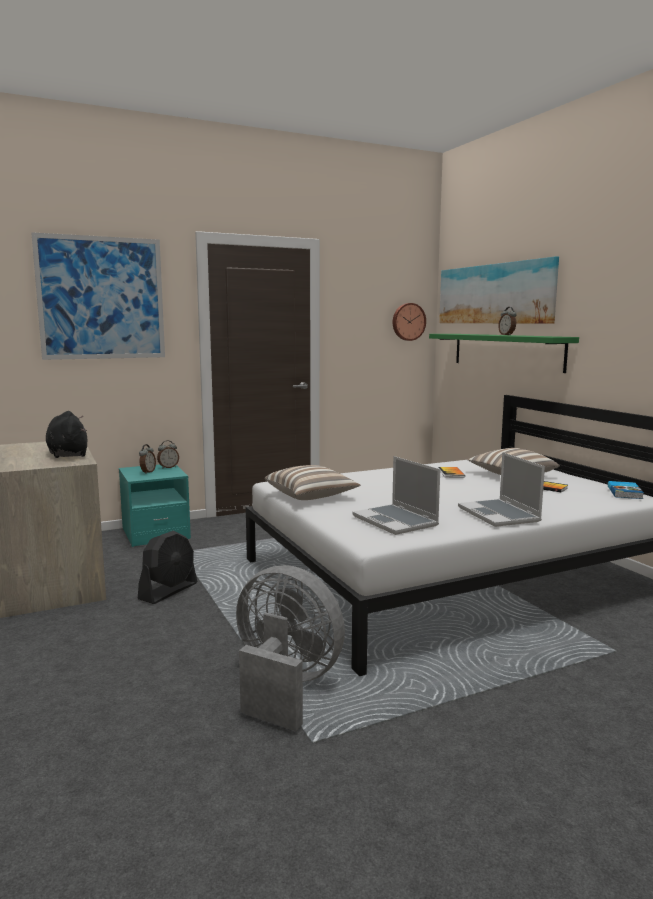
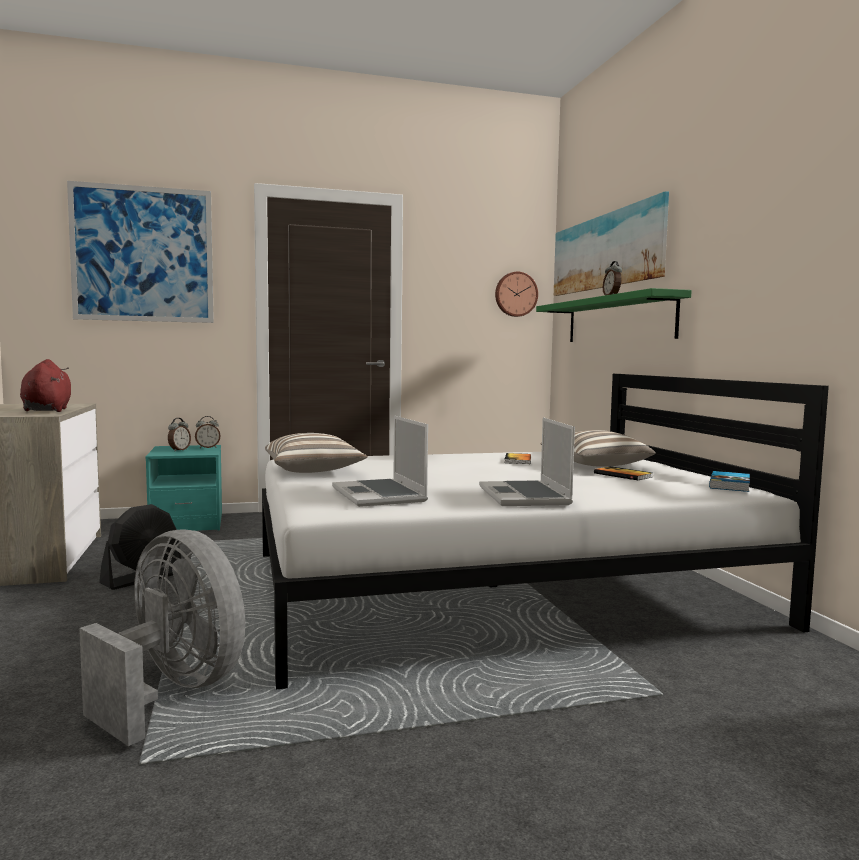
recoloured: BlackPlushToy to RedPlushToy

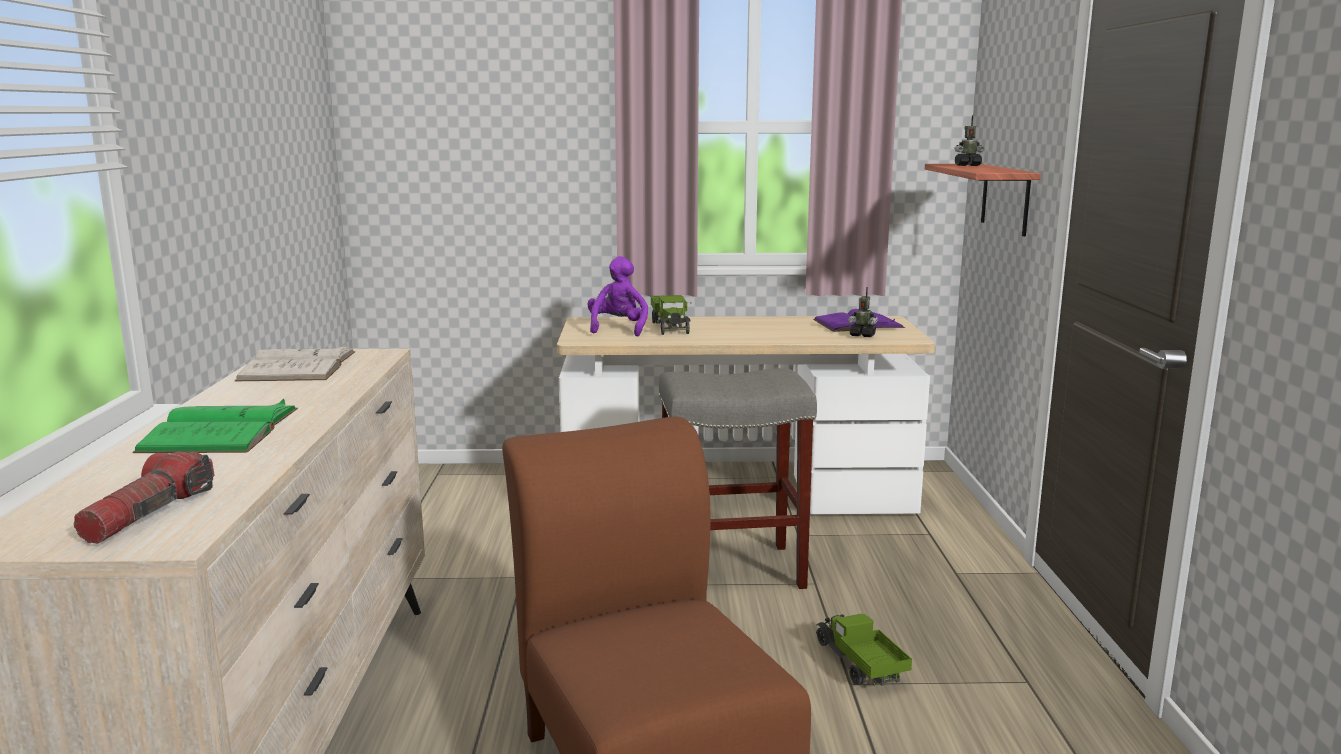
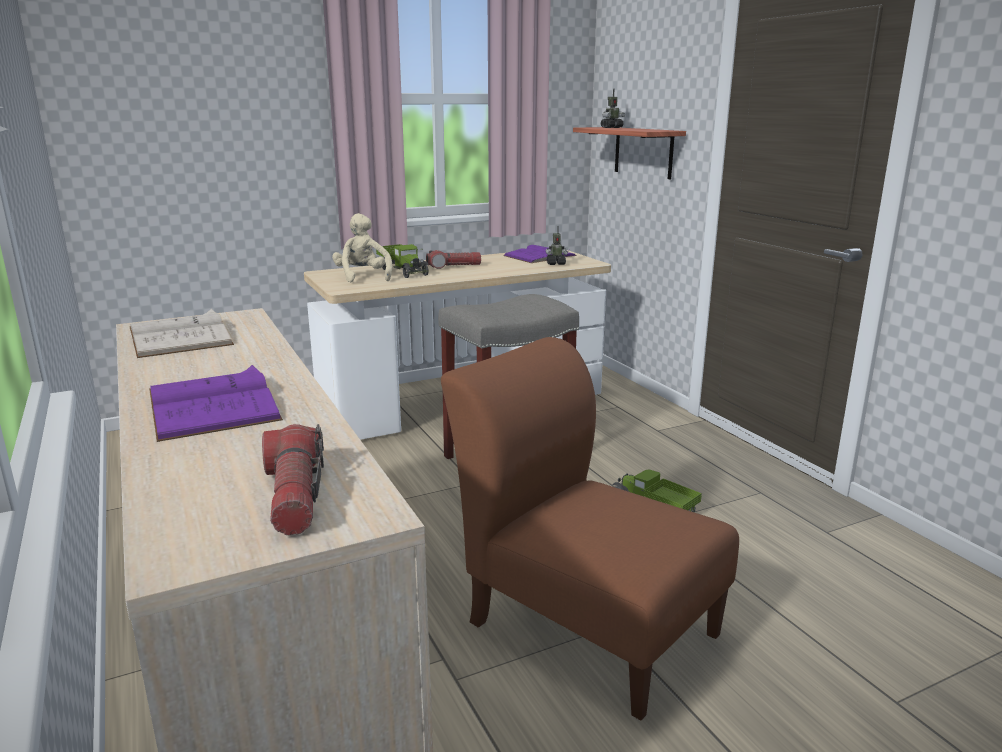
added: Flashlight (2nd from left)
recoloured: GreenBook to PurpleBook (1st from left); PurplePlushToy to BeigePlushToy

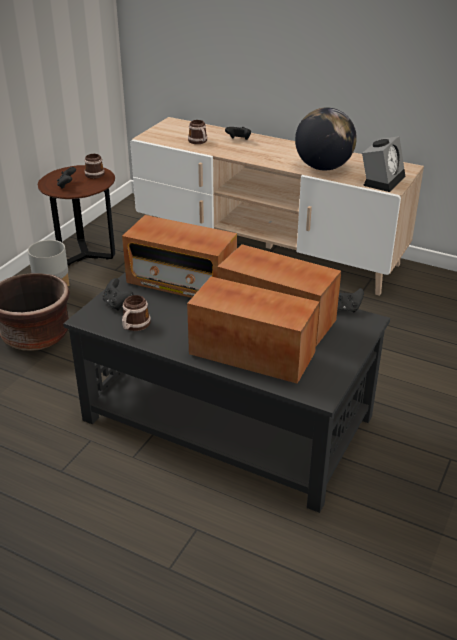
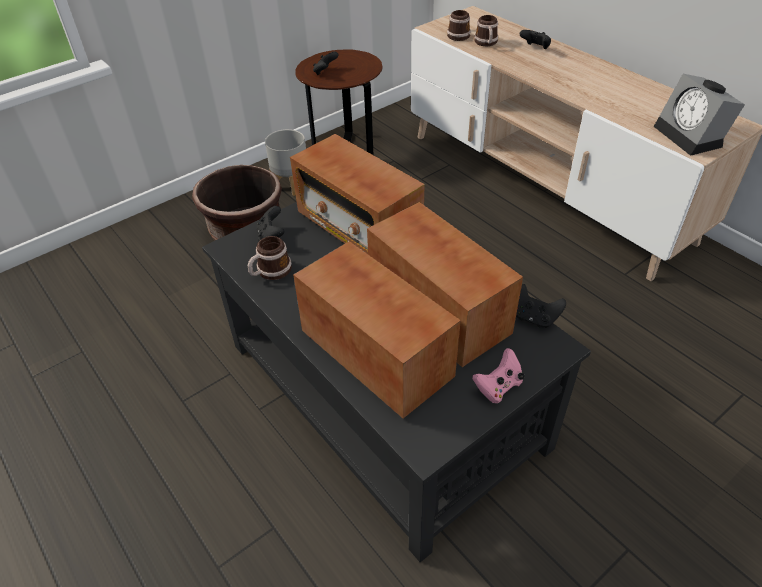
removed: Globe
added: PinkGameController
moved: Mug (1st from left in the first image) to Mug (2nd from left)
turned: AlarmClock 105 degrees clockwise

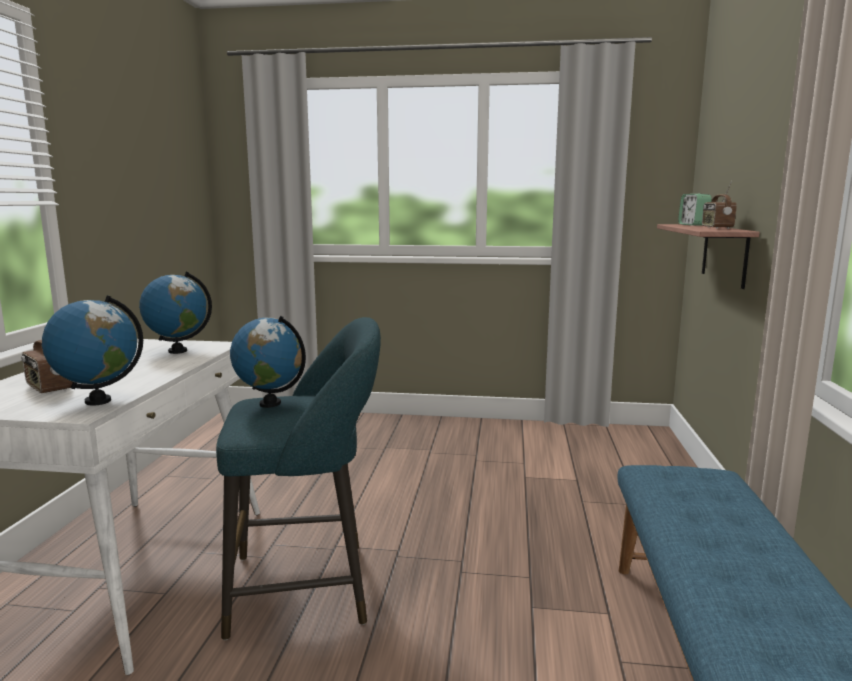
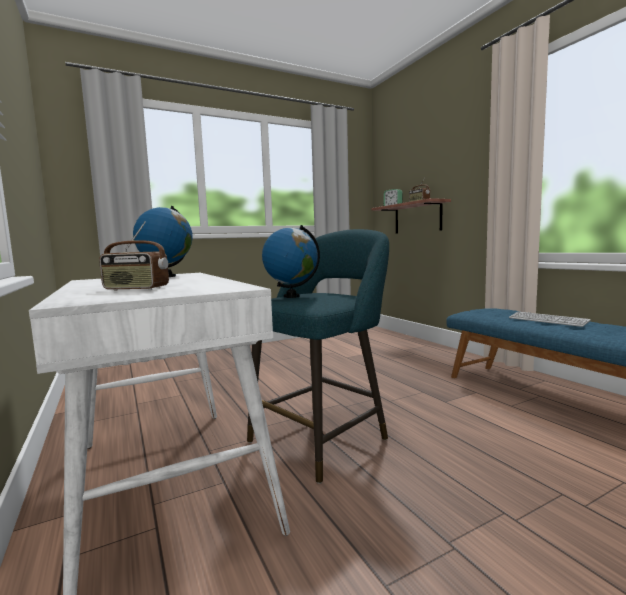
removed: Globe (1st from left)
added: Keyboard

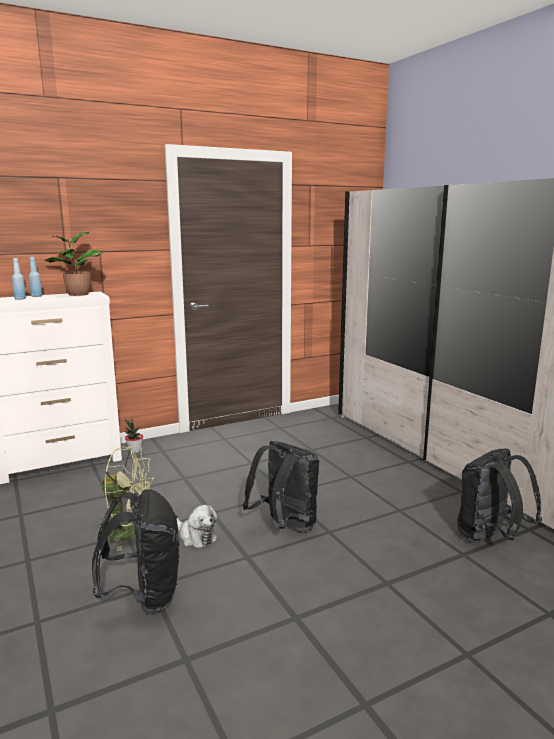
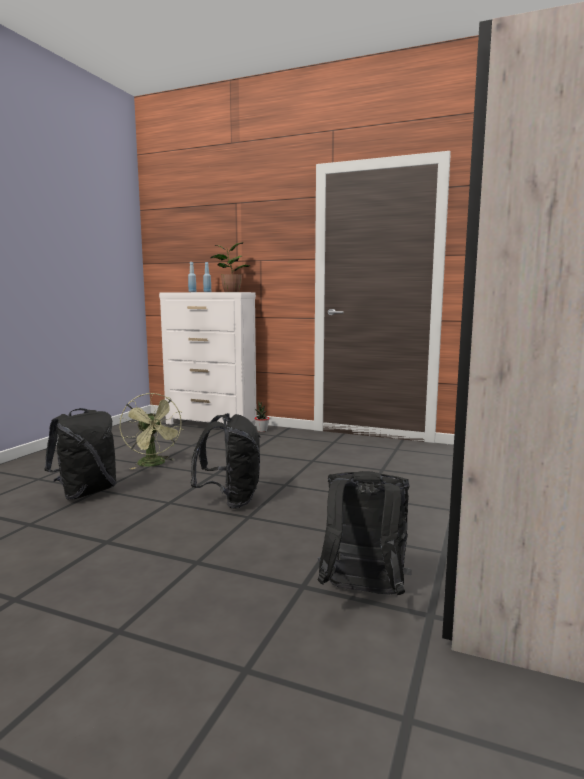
removed: PlushToy

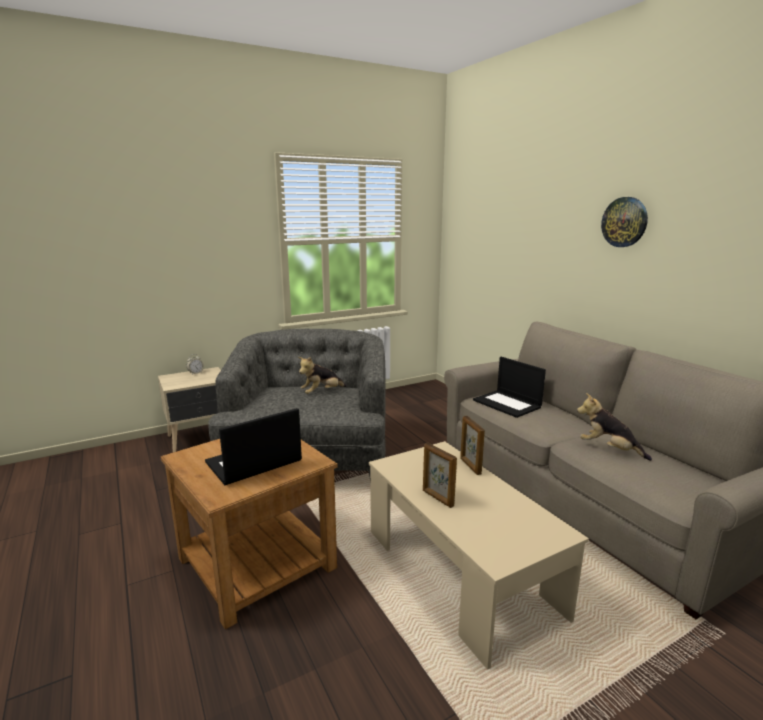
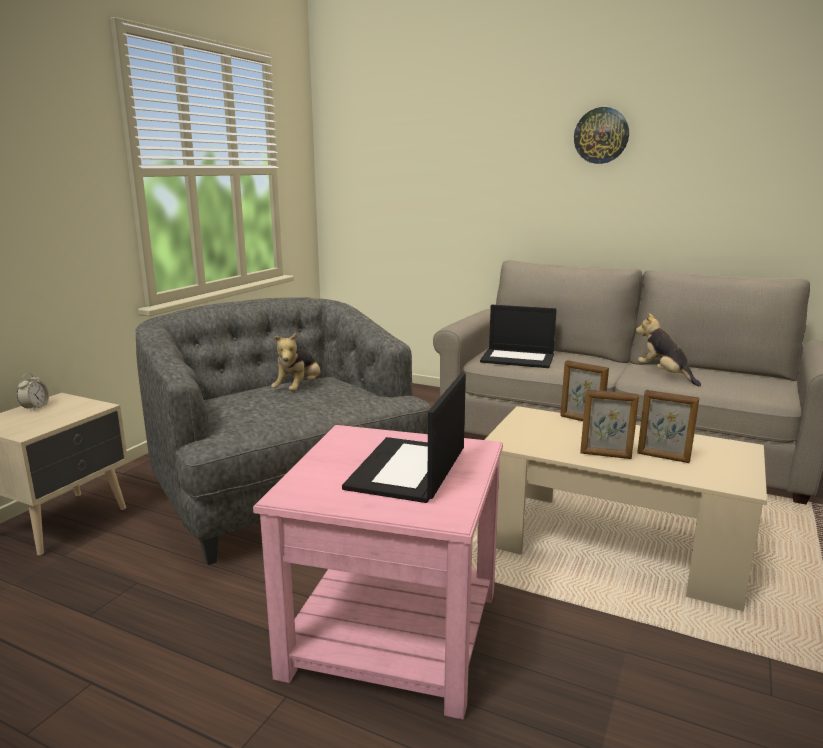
added: PictureFrame (3rd from left)
recoloured: BrownSideTable to PinkSideTable
turned: PlushToy (2nd from left) 60 degrees clockwise

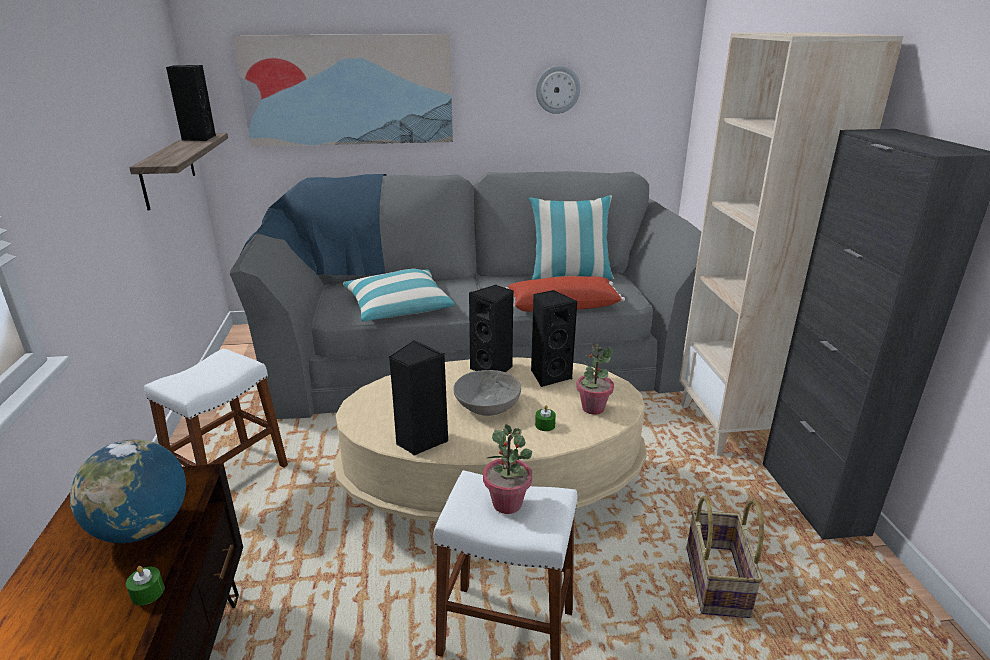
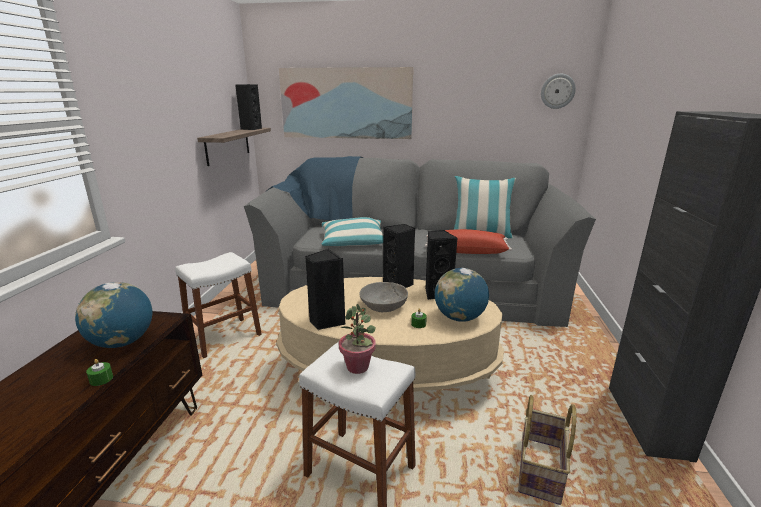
removed: BeigeBookcase
moved: WallClock
replaced: PottedPlant (2nd from left) to Globe (2nd from left)

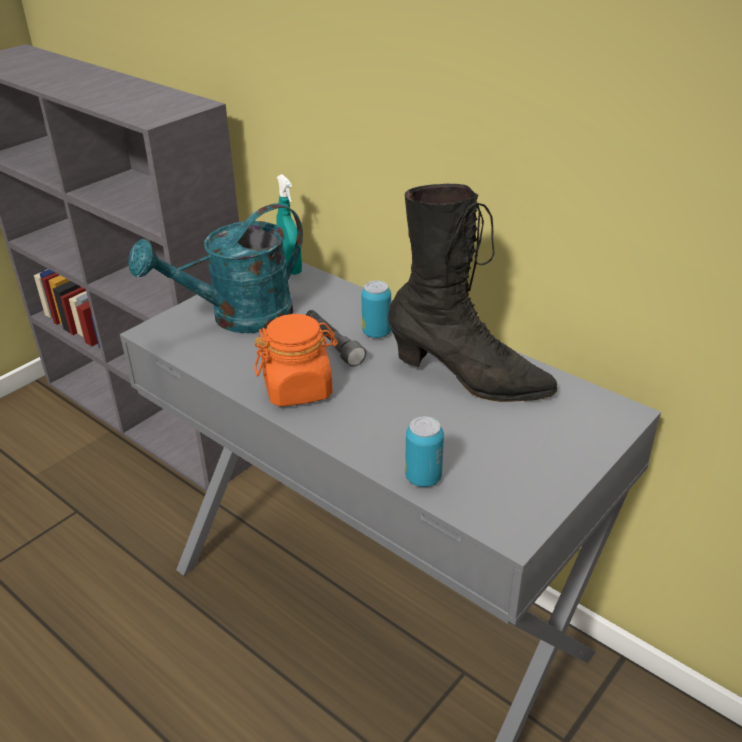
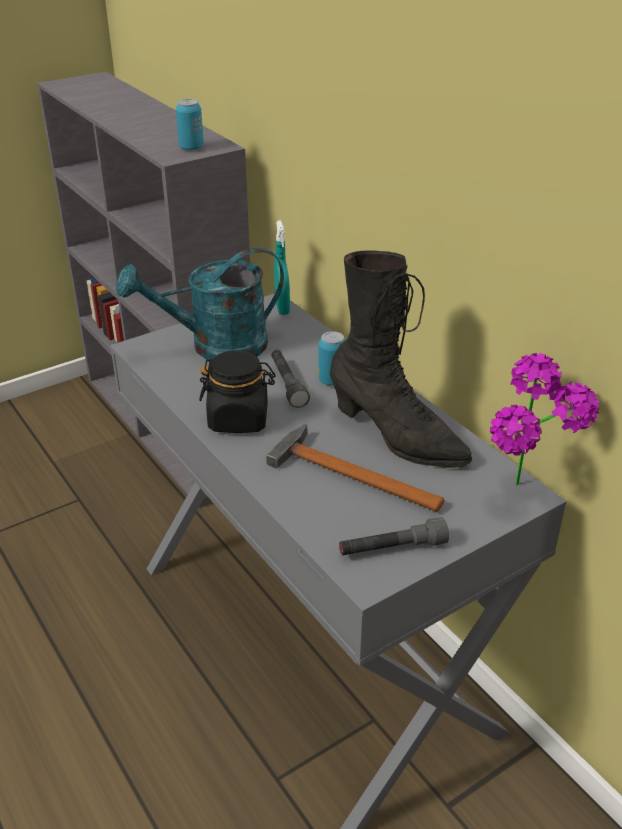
added: Hammer; GreyFlashlight (2nd from left); PottedPlant
moved: Can (2nd from left in the first image) to Can (1st from left)
recoloured: OrangeJar to BlackJar

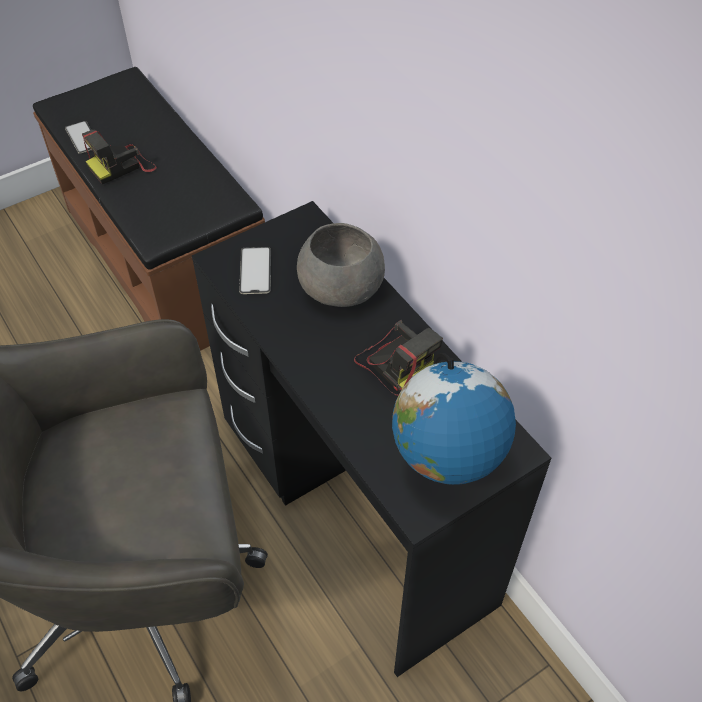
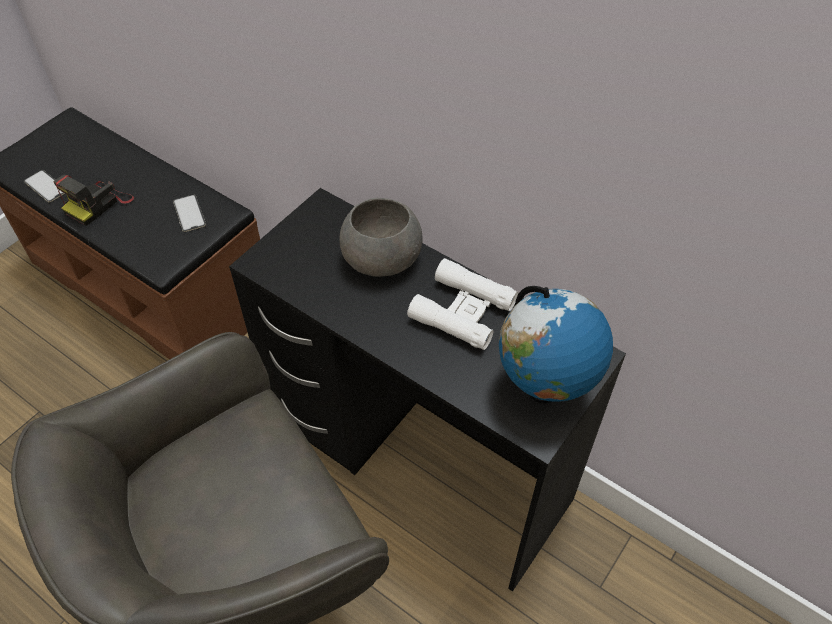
moved: Phone (2nd from left)
replaced: PhotoCamera (2nd from left) to WhiteBinoculars

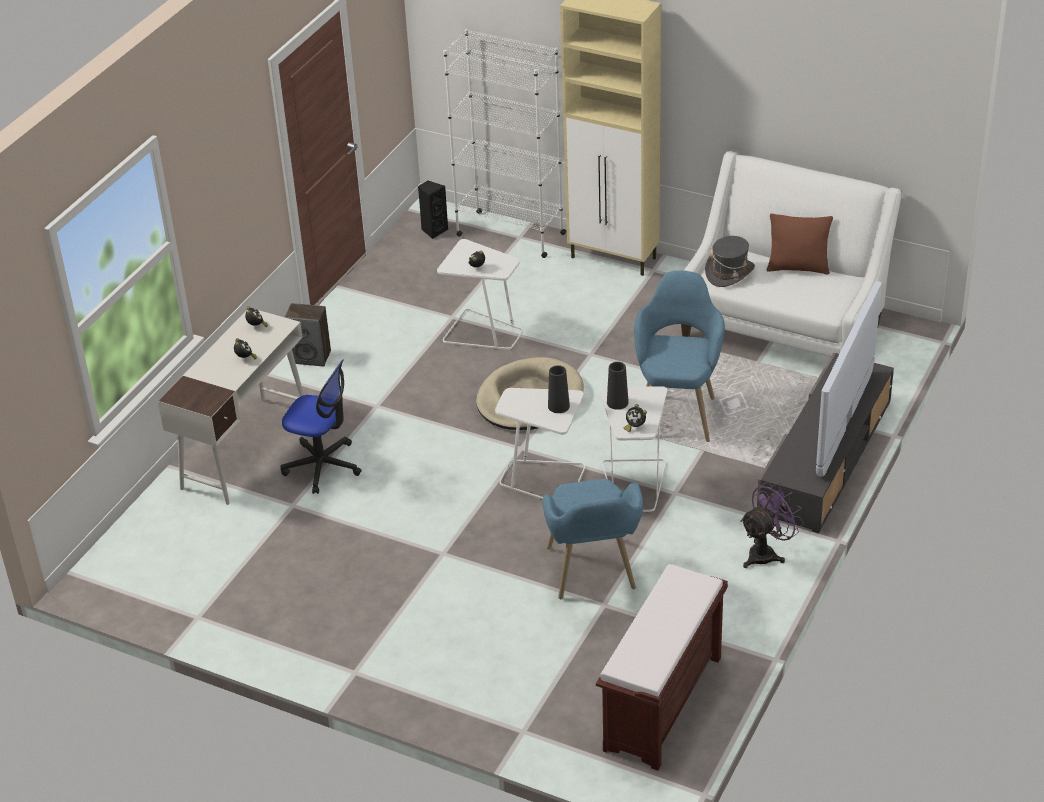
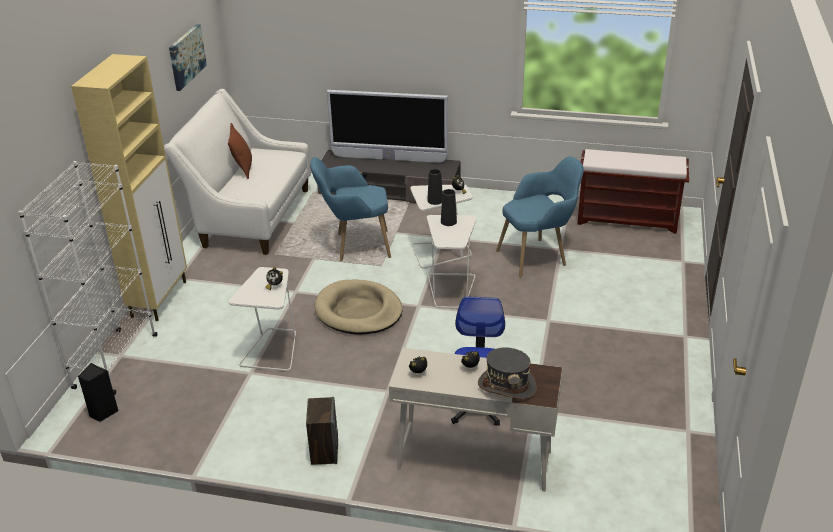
removed: PurpleFan
added: Picture
moved: GreyHat

